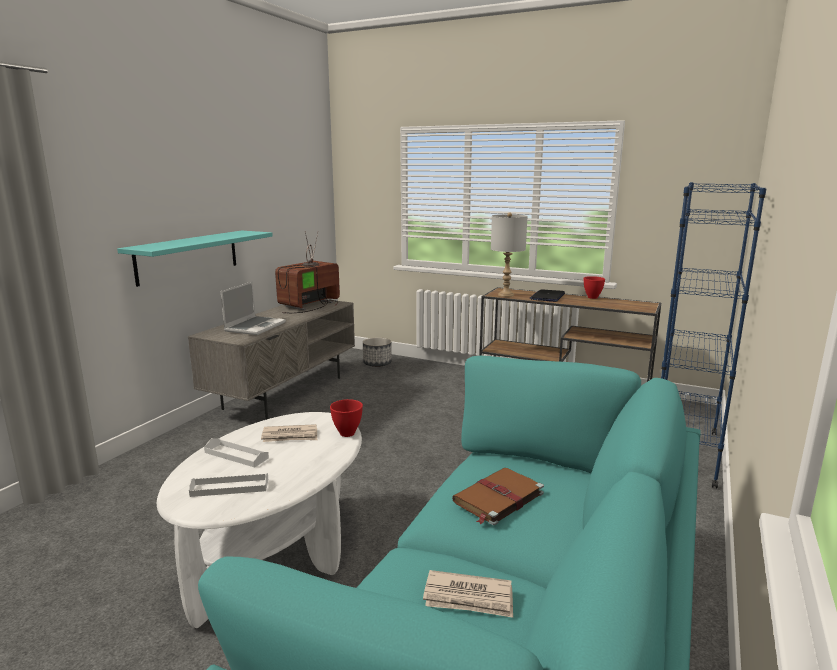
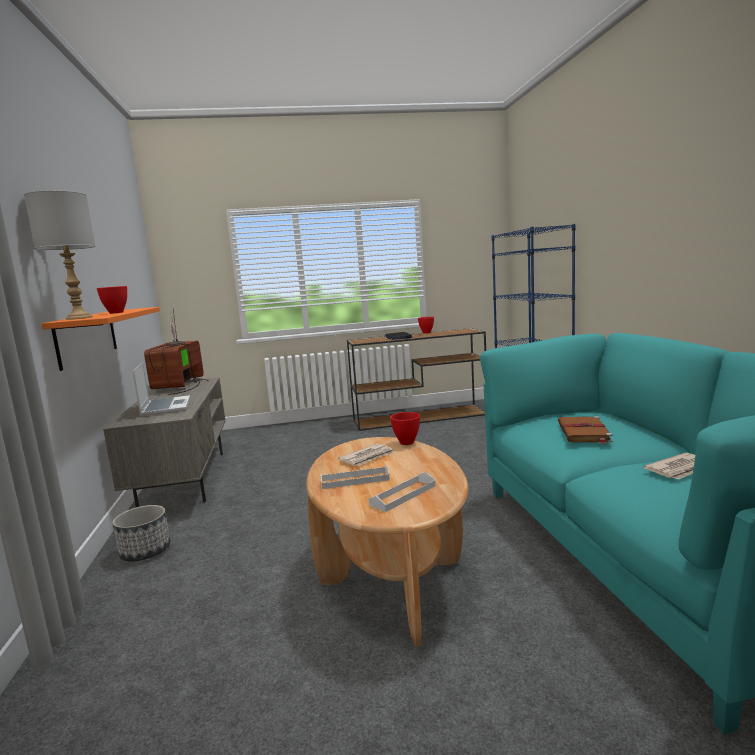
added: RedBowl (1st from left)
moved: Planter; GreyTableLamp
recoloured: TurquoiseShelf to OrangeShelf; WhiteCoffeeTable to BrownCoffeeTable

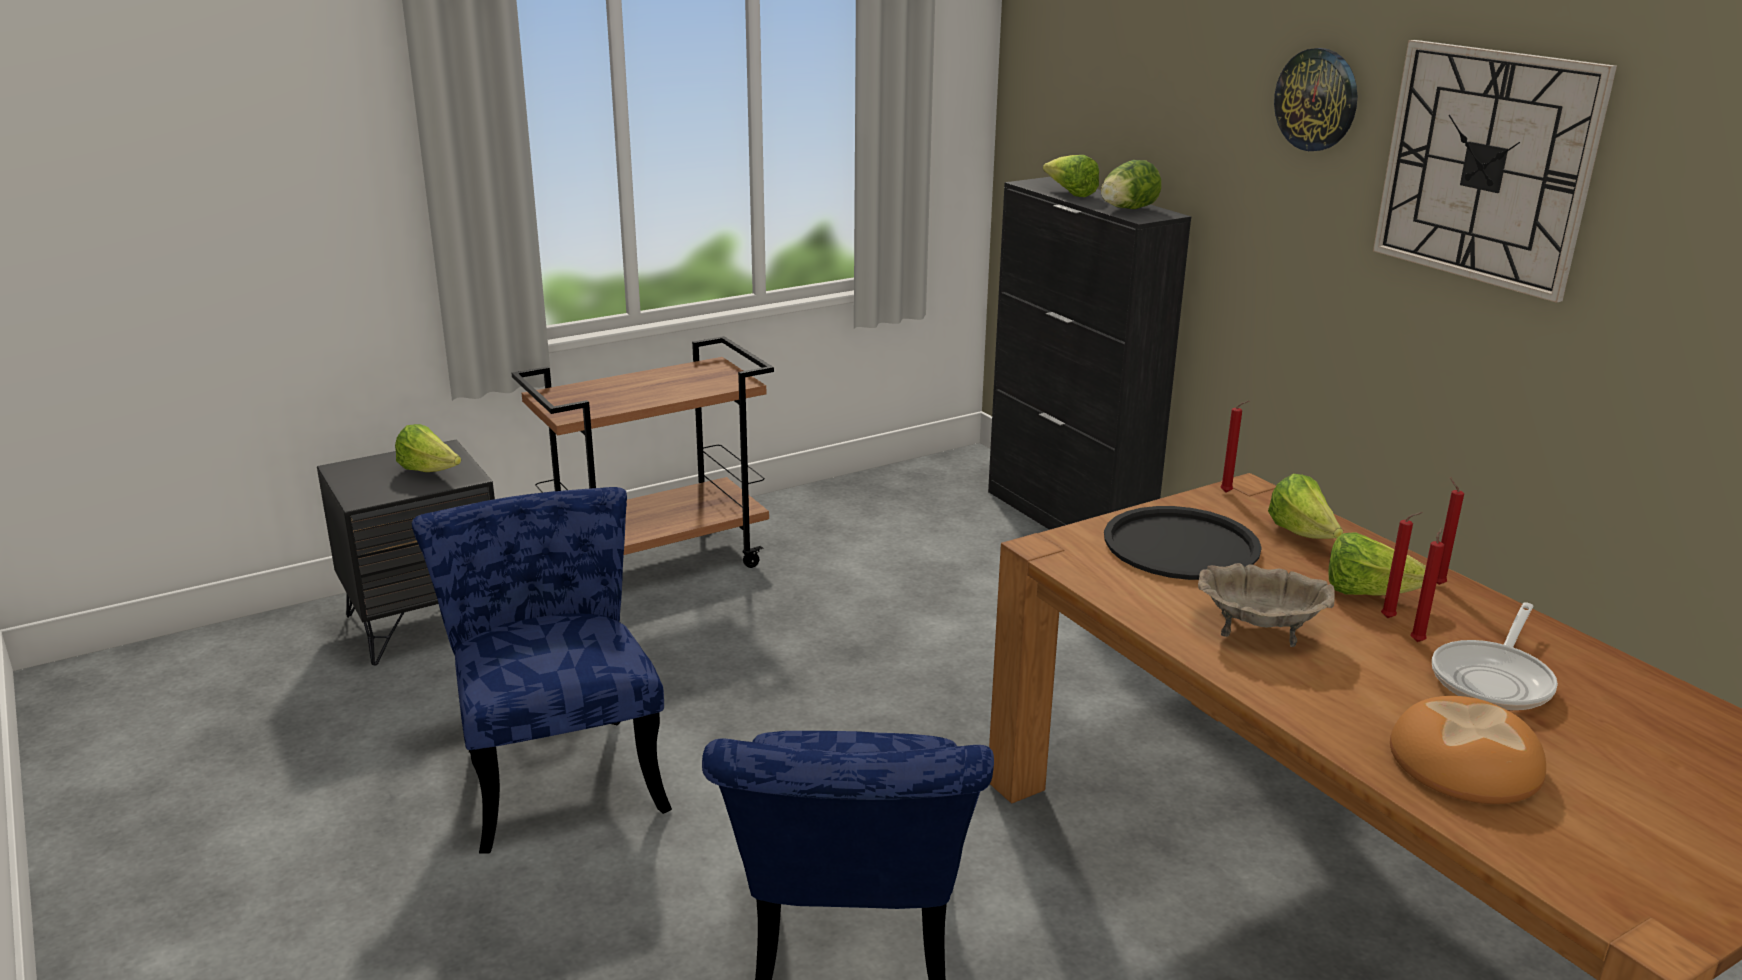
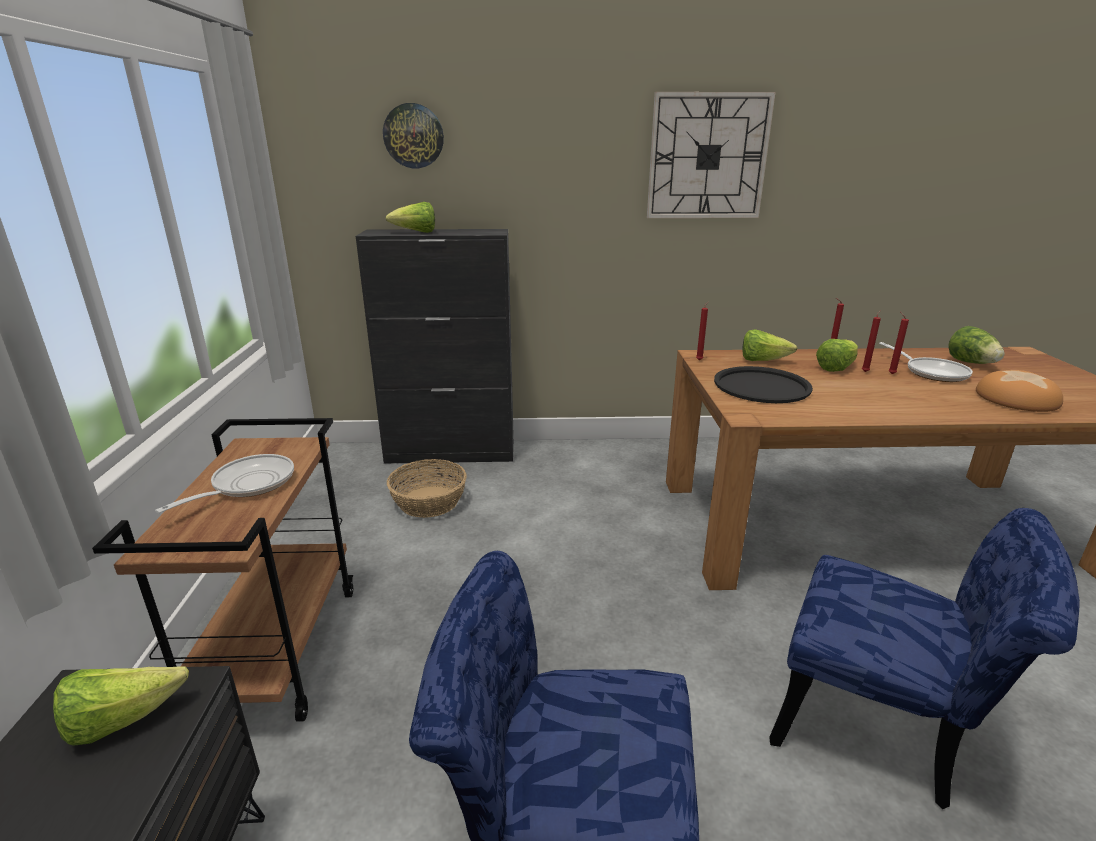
removed: BeigeBowl
added: FryingPan (1st from left); Basket
moved: Lettuce (3rd from left in the first image) to Lettuce (5th from left); WallClock (1st from left)

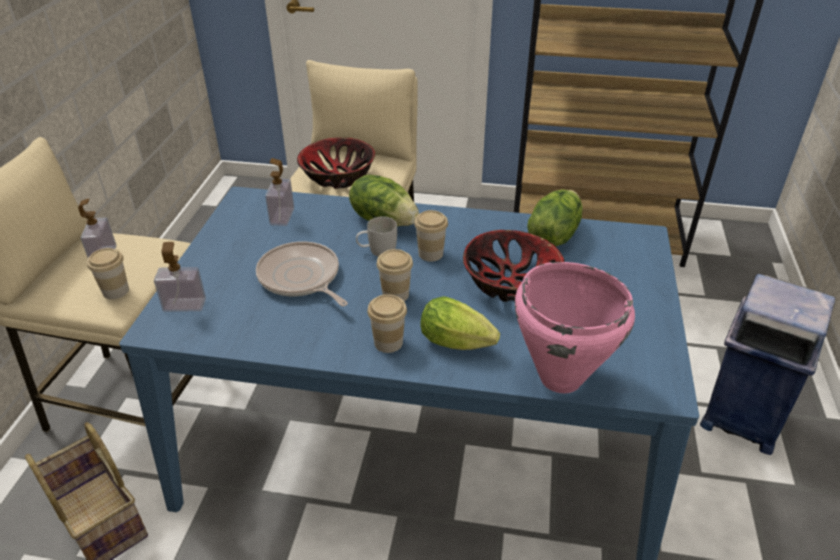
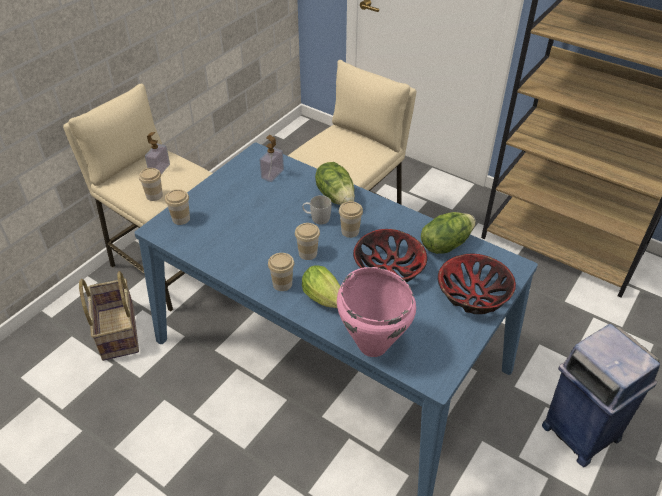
removed: FryingPan
moved: Bowl (1st from left in the first image) to Bowl (2nd from left)
replaced: SoapDispenser (2nd from left) to Cup (2nd from left)

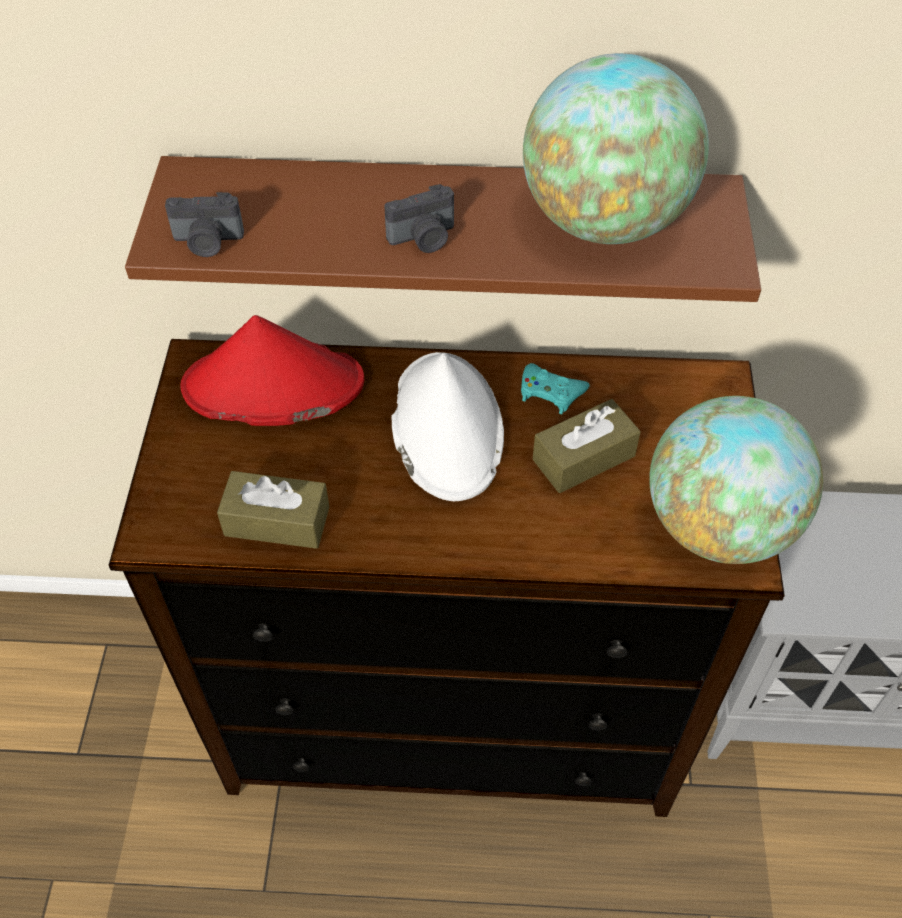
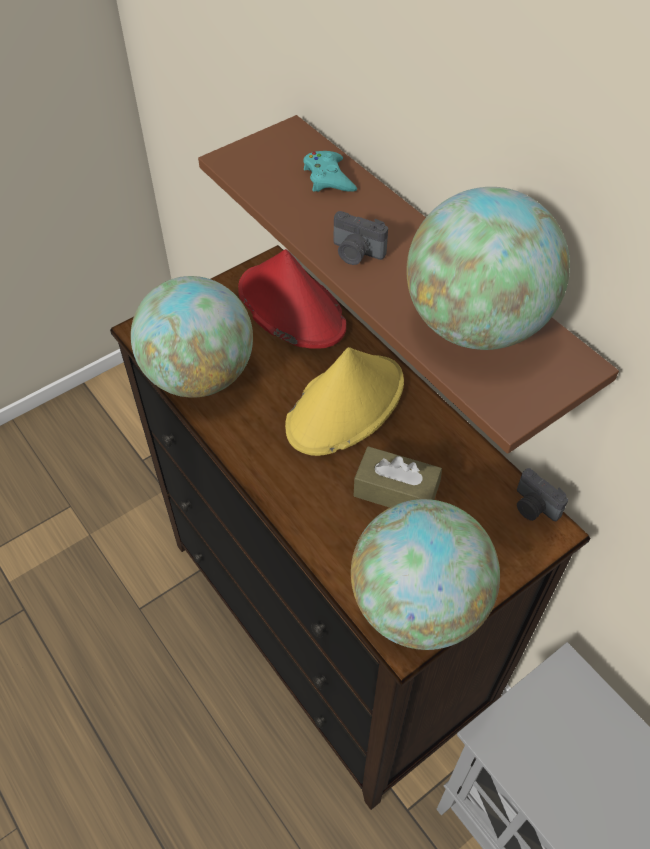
moved: PhotoCamera (1st from left in the first image) to PhotoCamera (2nd from left); TurquoiseGameController
replaced: BrownTissueBox (1st from left) to Globe (1st from left)
recoloured: WhiteHat to YellowHat

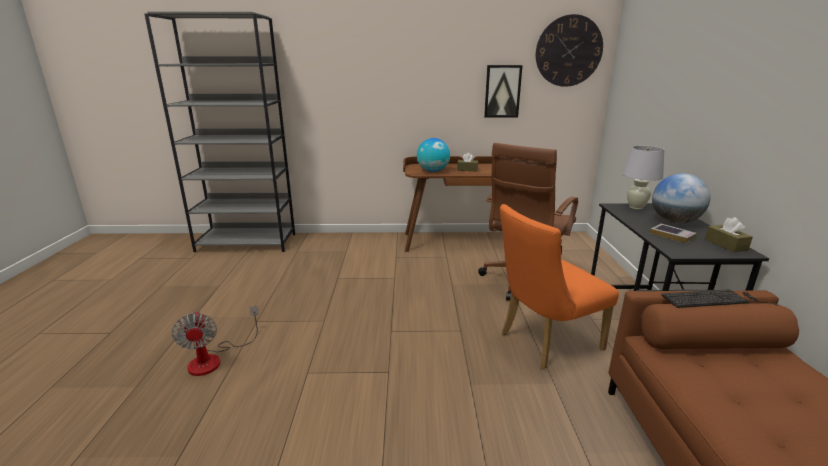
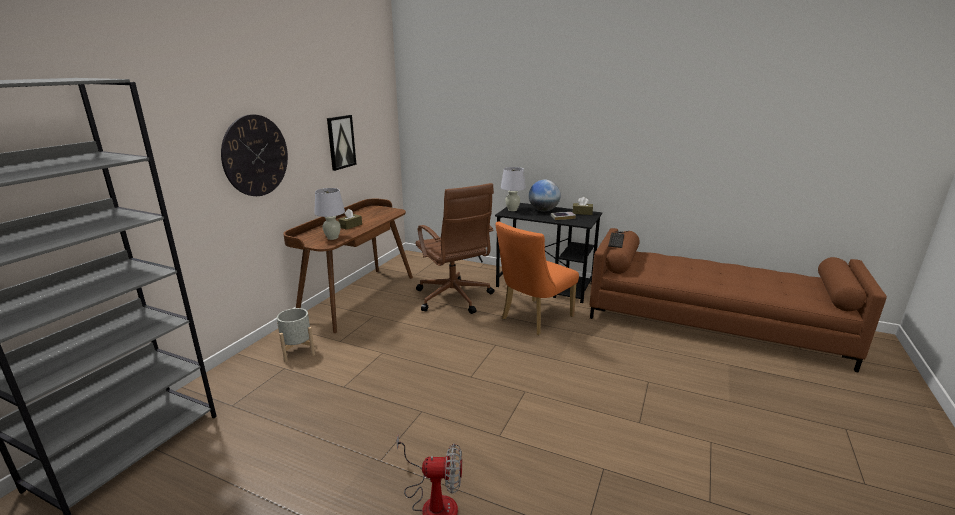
added: GreyPlanter
moved: WallClock
replaced: Globe (1st from left) to WhiteTableLamp (1st from left)
turned: OrangeChair 45 degrees clockwise

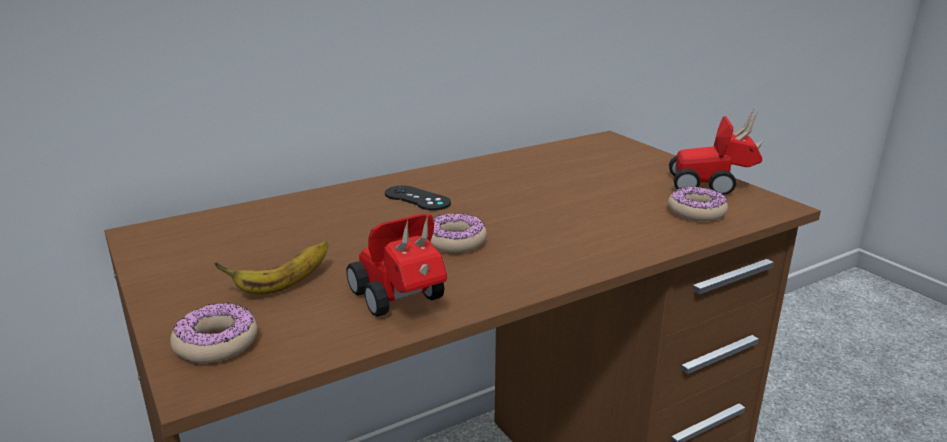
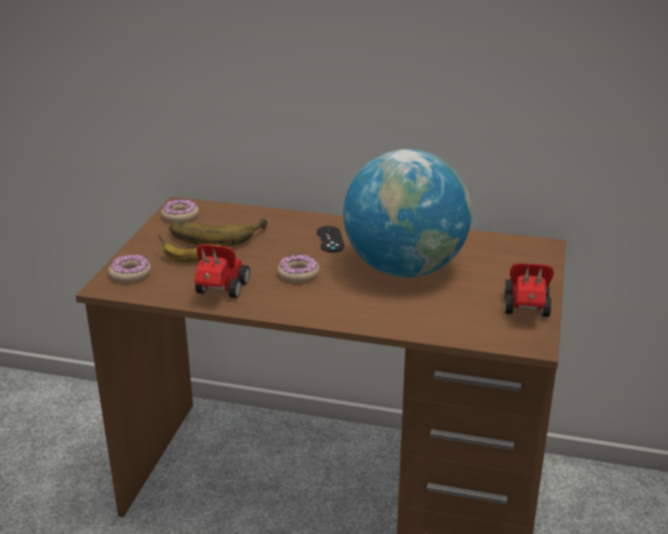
added: Banana (2nd from left); Globe
moved: Donut (3rd from left in the first image) to Donut (2nd from left)
turned: ToyCar (2nd from left) 45 degrees clockwise

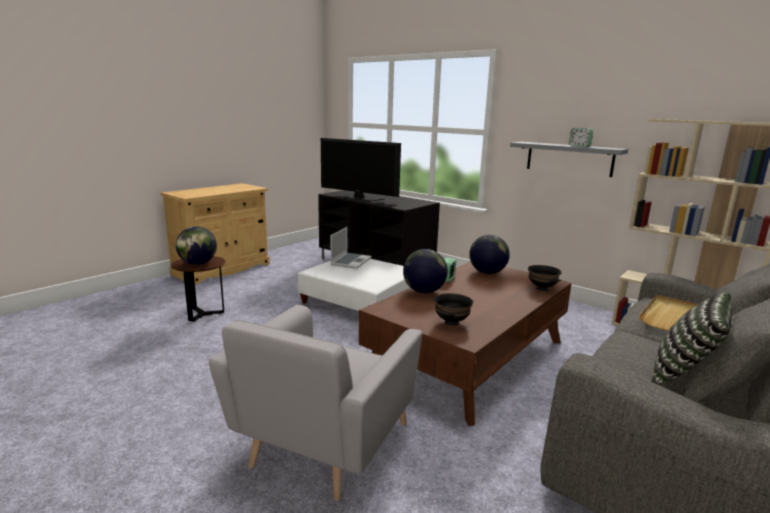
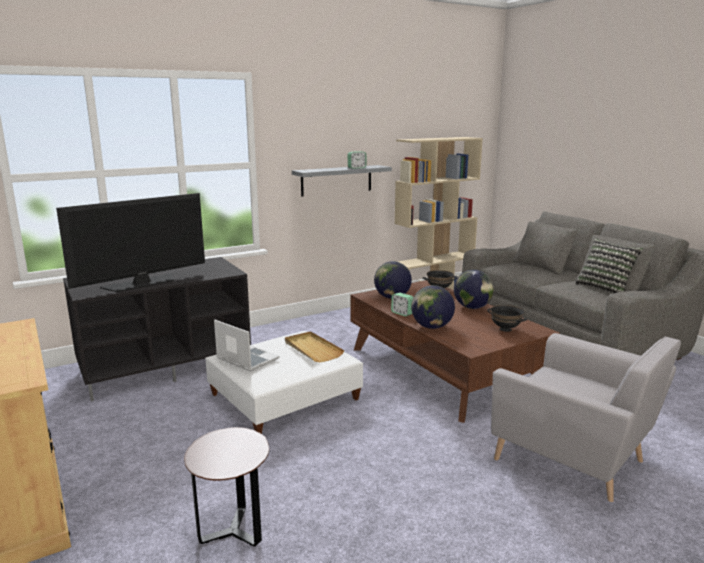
moved: Globe (1st from left in the first image) to Globe (3rd from left); BeigeTray

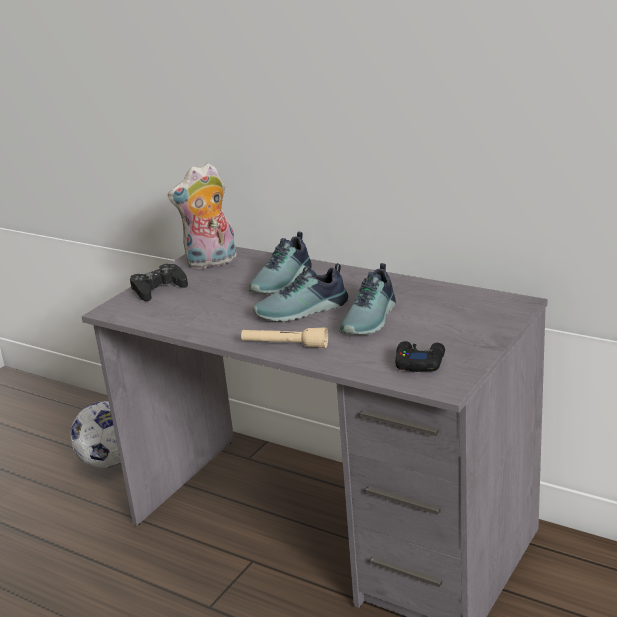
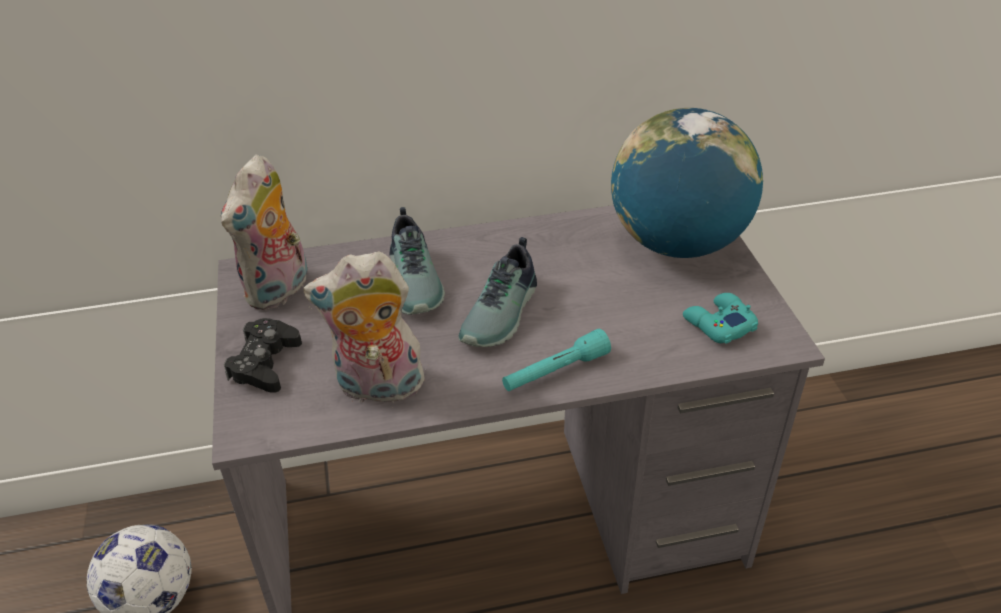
removed: Shoe (3rd from left)
added: PlushToy (2nd from left); Globe
recoloured: BeigeFlashlight to TurquoiseFlashlight; BlackGameController (2nd from left) to TurquoiseGameController

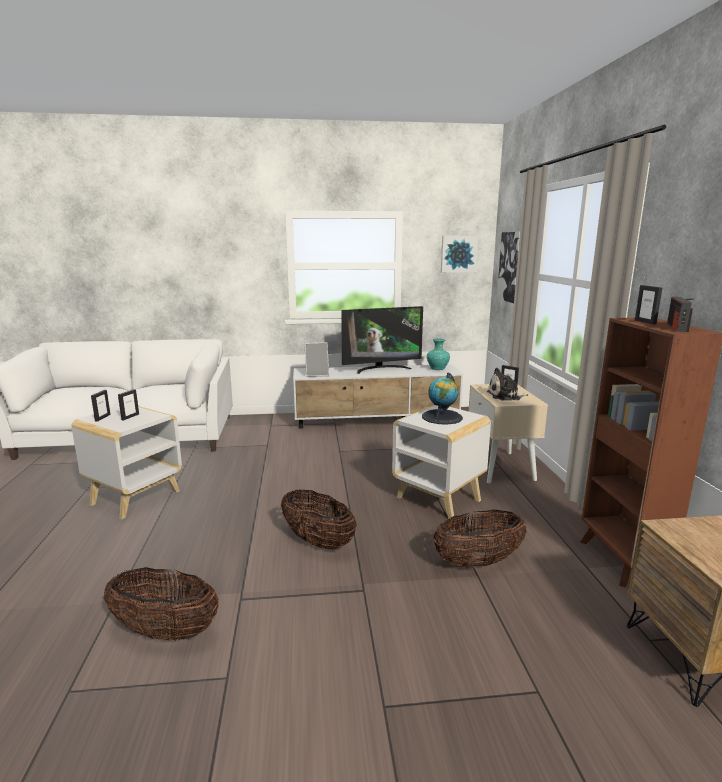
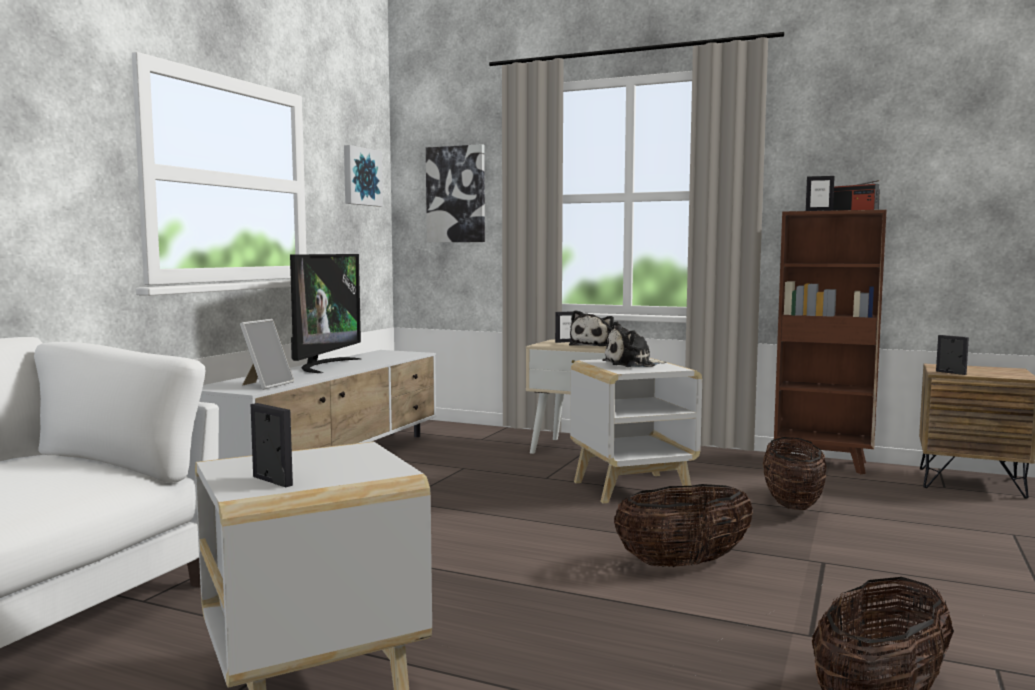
removed: TurquoiseVase
moved: PictureFrame (2nd from left in the first image) to PictureFrame (5th from left)
replaced: Globe to PlushToy (2nd from left)

